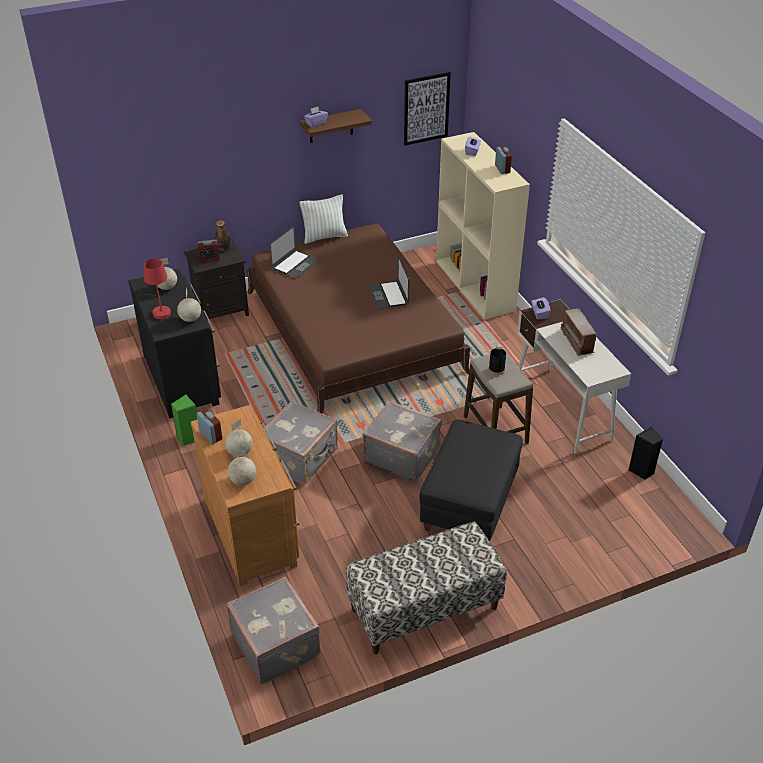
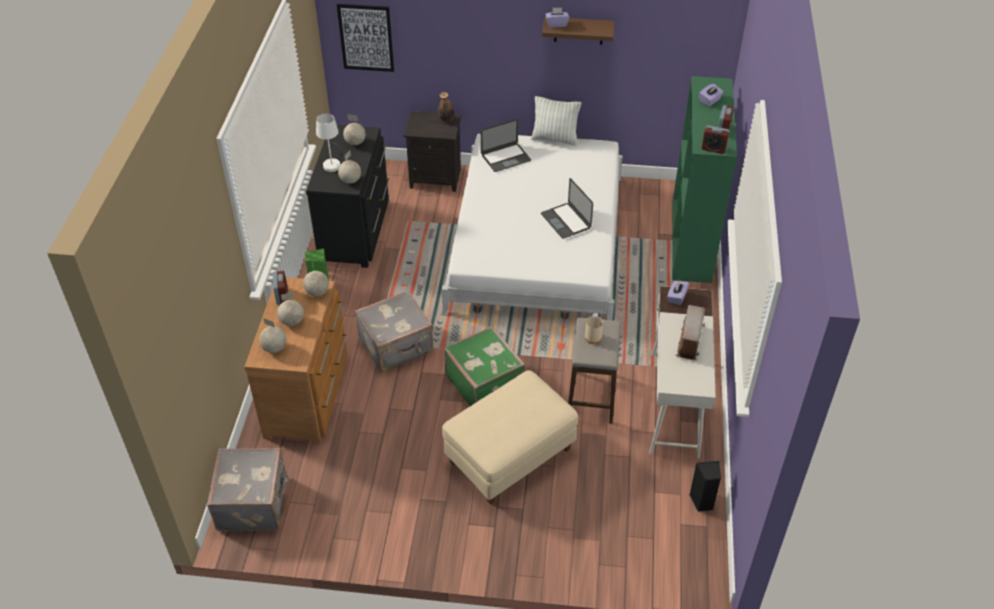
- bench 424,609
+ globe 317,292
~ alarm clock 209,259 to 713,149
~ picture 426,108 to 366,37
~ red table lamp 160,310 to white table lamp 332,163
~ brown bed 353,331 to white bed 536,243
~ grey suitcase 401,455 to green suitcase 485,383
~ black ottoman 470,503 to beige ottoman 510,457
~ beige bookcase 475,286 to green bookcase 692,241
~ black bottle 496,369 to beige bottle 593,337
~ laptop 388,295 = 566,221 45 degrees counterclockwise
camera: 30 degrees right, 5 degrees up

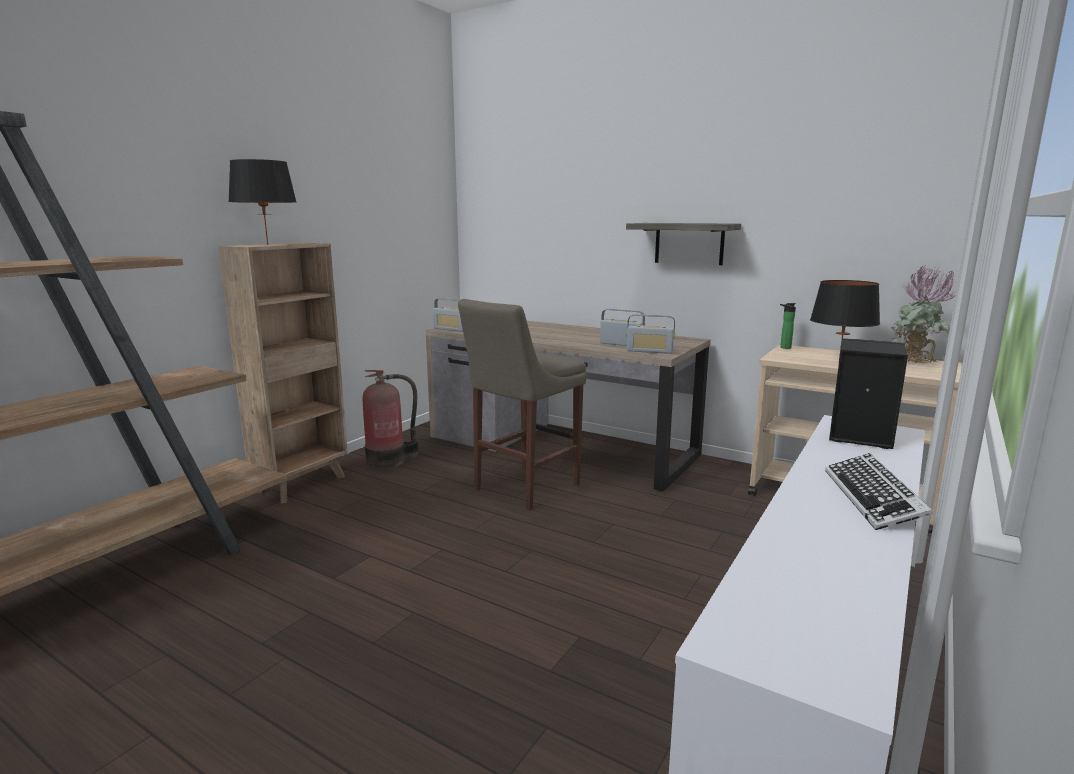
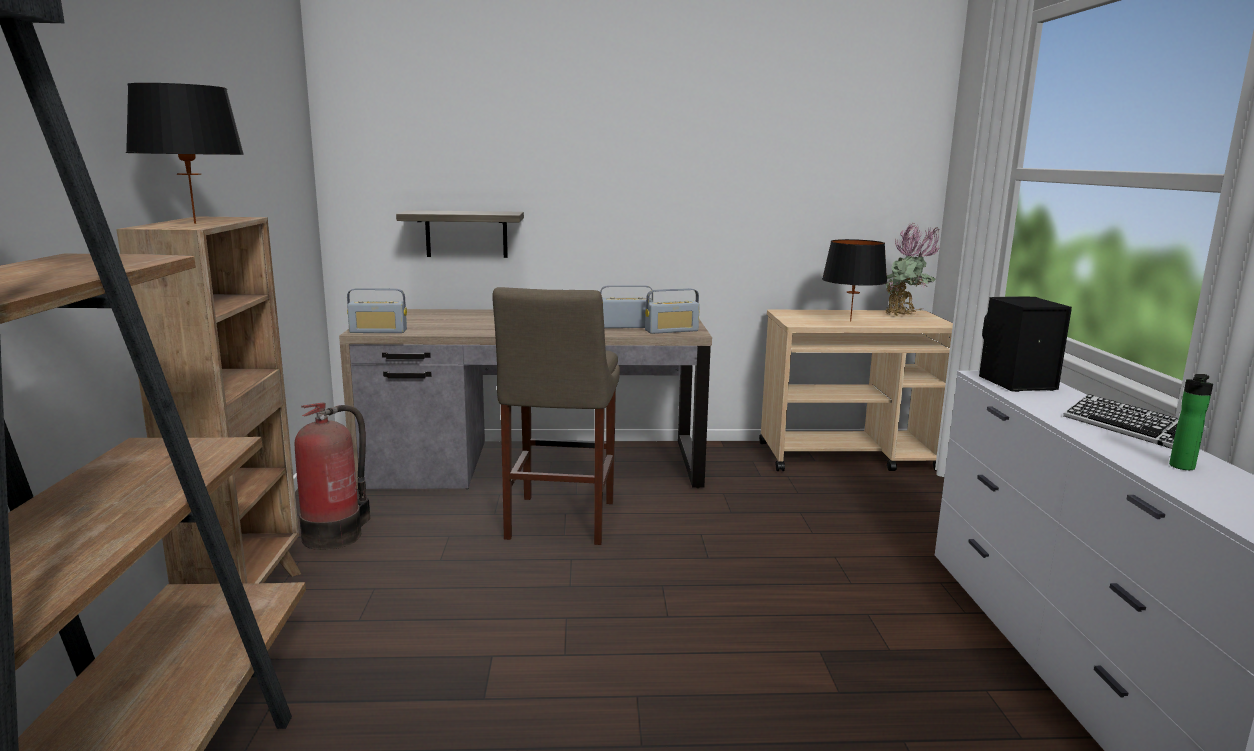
~ shelf 689,243 to 466,234
~ bottle 784,347 to 1180,467
camera: 35 degrees left, 0 degrees up

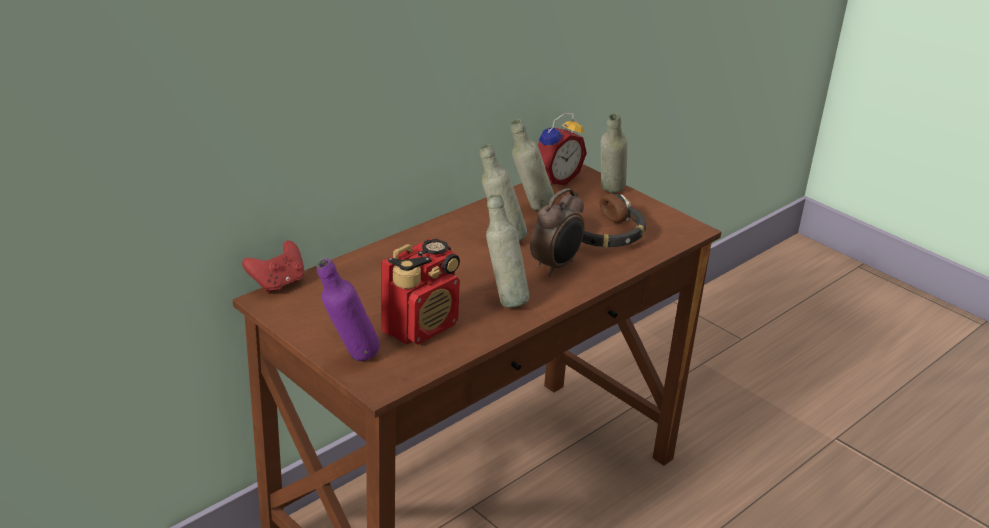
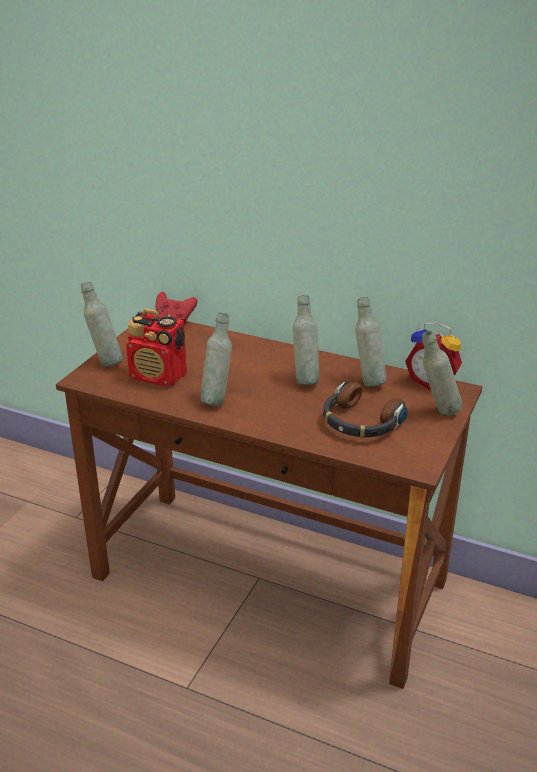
- alarm clock 556,266
~ purple bottle 350,359 to grey bottle 105,362
camera: 70 degrees right, 0 degrees up

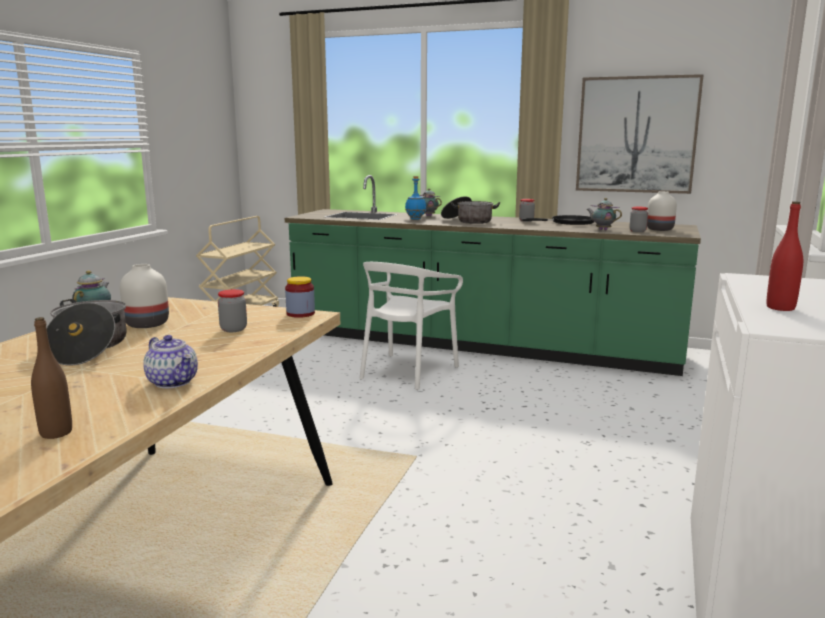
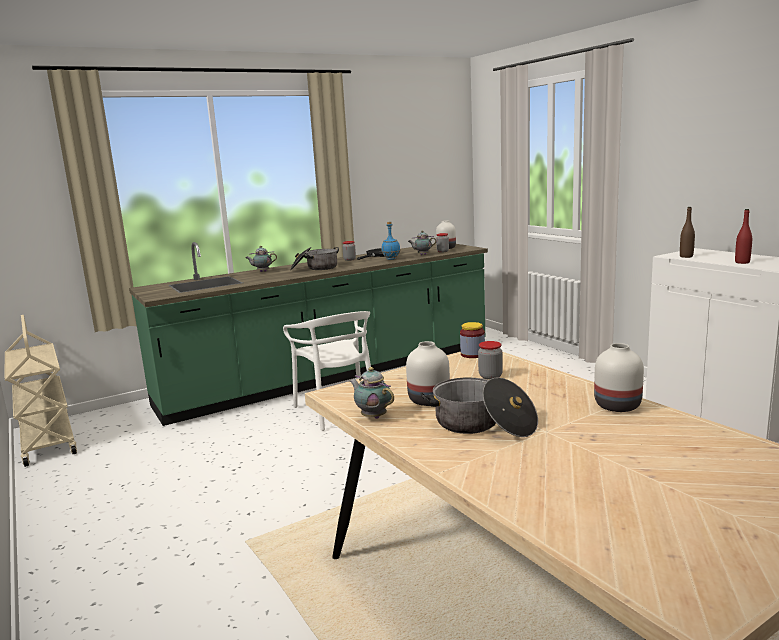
- picture 636,135
~ brown bottle 56,433 to 686,256
~ blue bottle 416,219 to 391,259
~ teapot 173,382 to white vase 616,405
camera: 50 degrees left, 0 degrees up

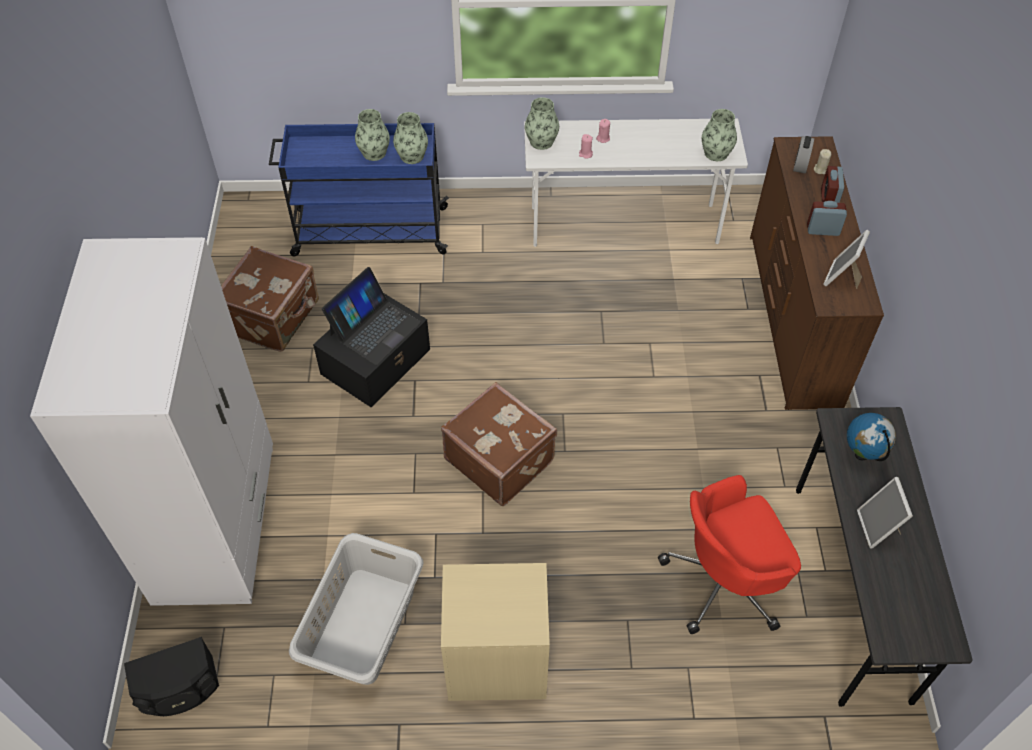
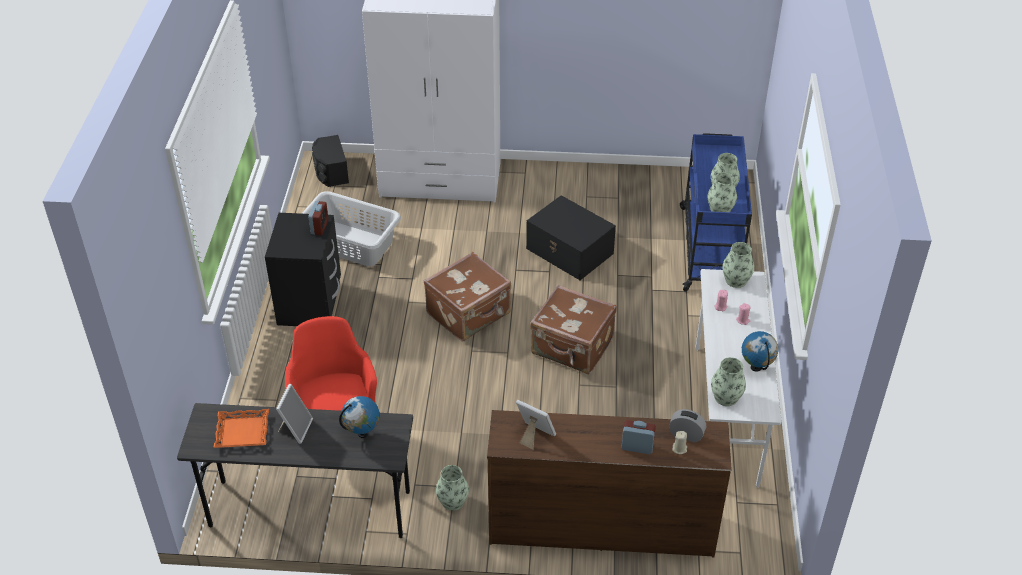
- laptop 374,328
+ orange tray 242,432
+ vase 452,501
+ globe 756,367
~ brown suitcase 274,317 to 572,348
~ alarm clock 823,230 to 319,227
~ beige nightstand 497,660 to black nightstand 310,304
~ picture frame 878,528 = 295,428 105 degrees clockwise
camera: 95 degrees right, 10 degrees down

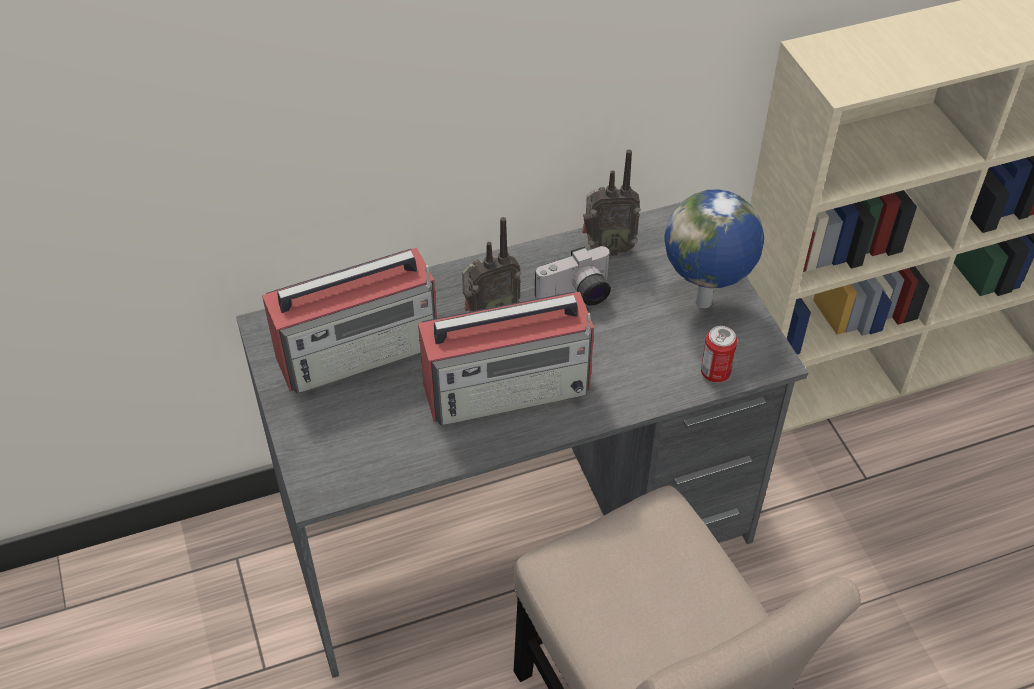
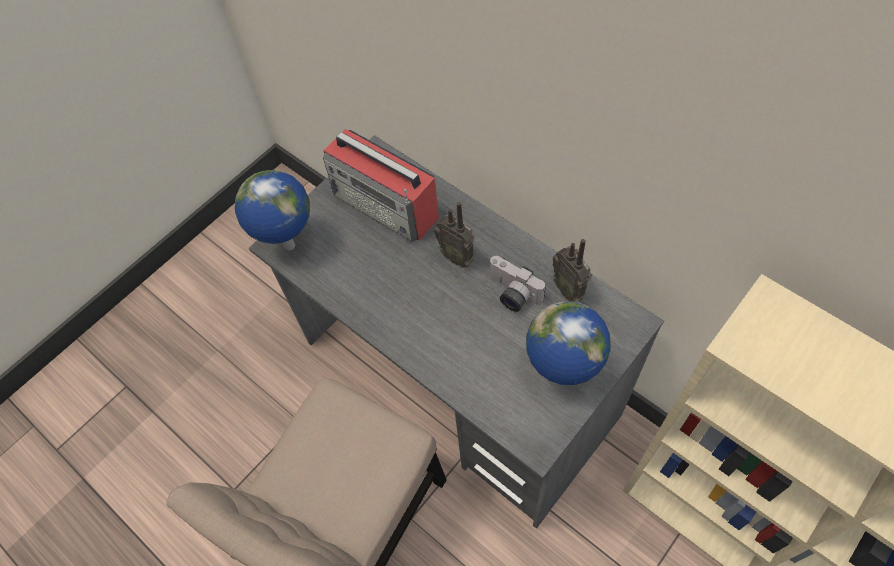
- radio 509,388
- can 715,372
+ globe 289,247
camera: 65 degrees right, 10 degrees up

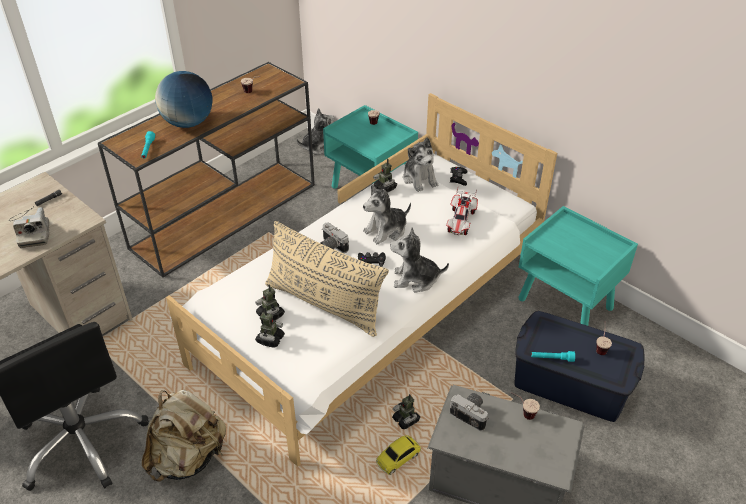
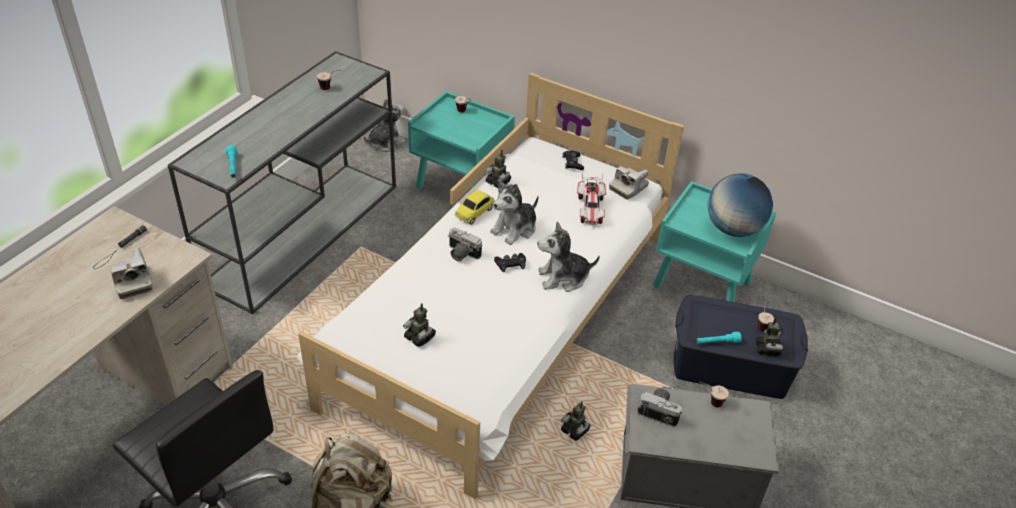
- beige pillow 324,304
- plush toy 419,179
+ photo camera 628,188
~ globe 188,123 to 733,229
~ toy robot 270,339 to 767,349
~ toy car 398,458 to 475,212
~ brown console table 226,214 to grey console table 304,232
camera: 15 degrees left, 0 degrees up

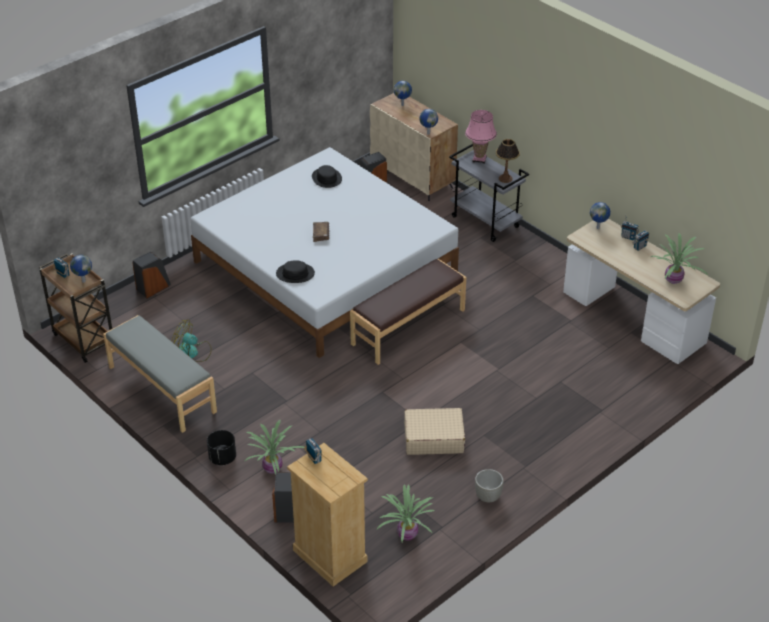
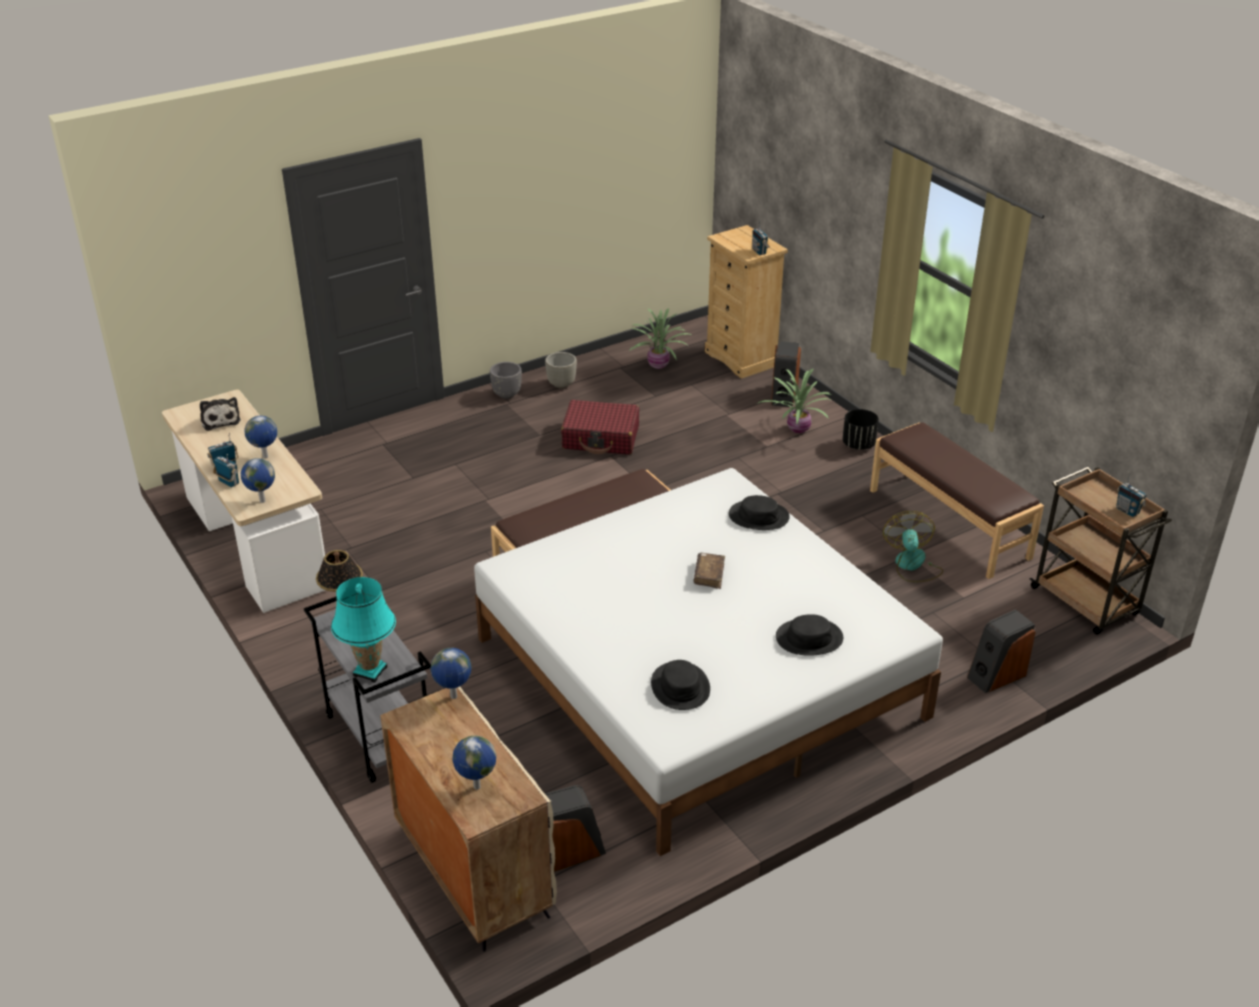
+ grey planter 507,394
+ black hat 809,638
~ globe 83,281 to 265,457
~ potted plant 674,280 to plush toy 220,420
~ grey bench 161,389 to brown bench 949,523
~ beige suitcase 433,438 to red suitcase 601,438
~ pink table lamp 479,159 to turquoise table lamp 370,671
~ fan 193,352 = 912,565 120 degrees counterclockwise
camera: 170 degrees left, 5 degrees down

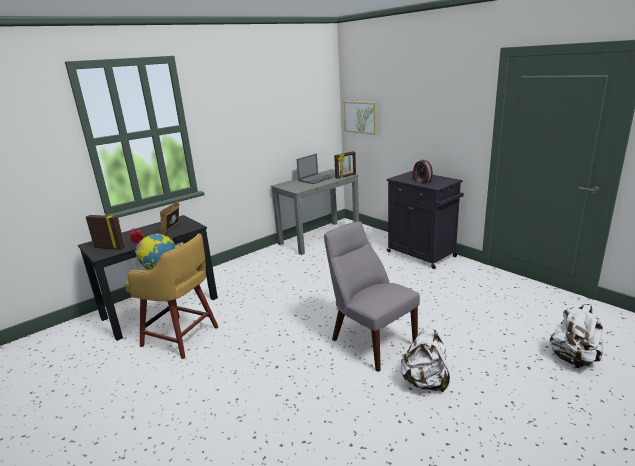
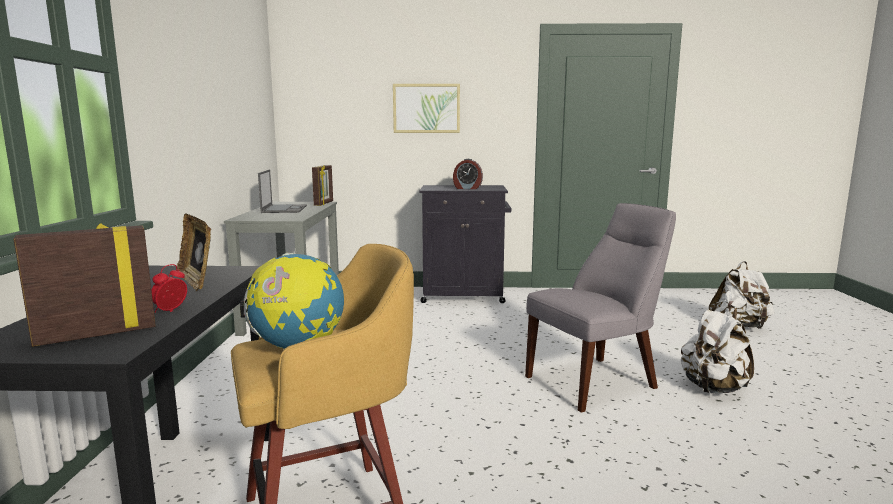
~ picture 360,117 to 426,108
~ grey chair 370,341 = 595,381 150 degrees clockwise
camera: 50 degrees left, 10 degrees down

